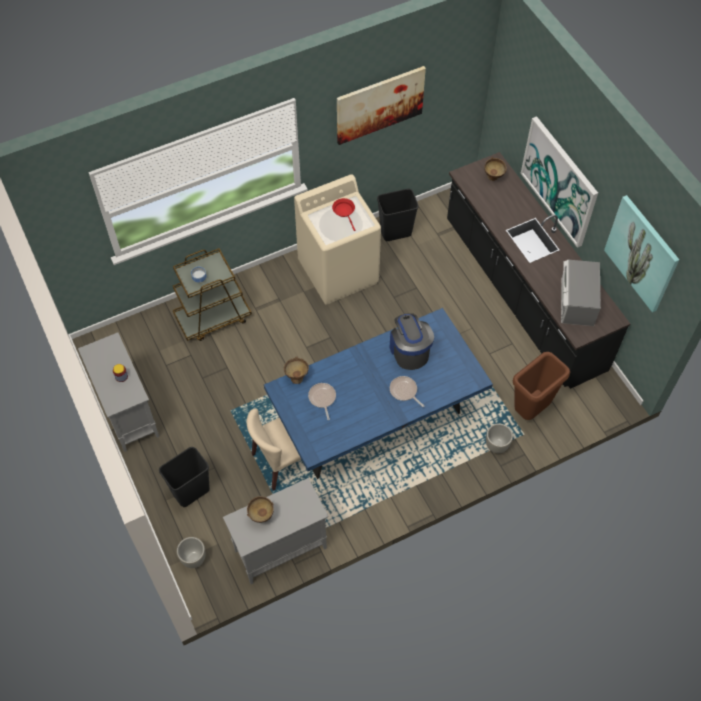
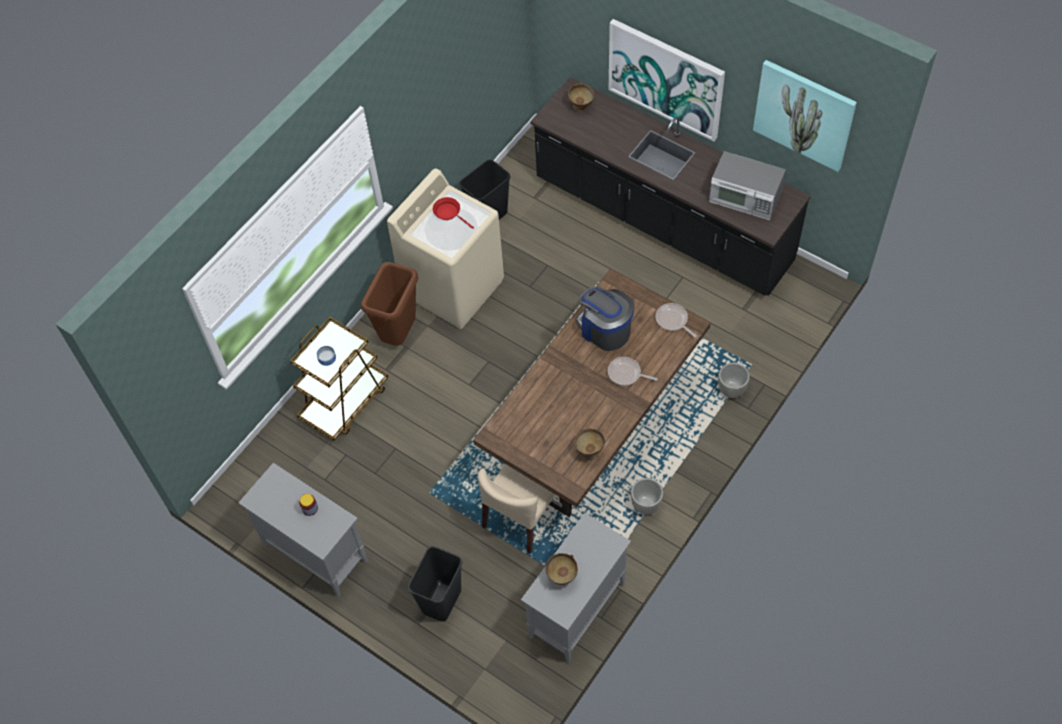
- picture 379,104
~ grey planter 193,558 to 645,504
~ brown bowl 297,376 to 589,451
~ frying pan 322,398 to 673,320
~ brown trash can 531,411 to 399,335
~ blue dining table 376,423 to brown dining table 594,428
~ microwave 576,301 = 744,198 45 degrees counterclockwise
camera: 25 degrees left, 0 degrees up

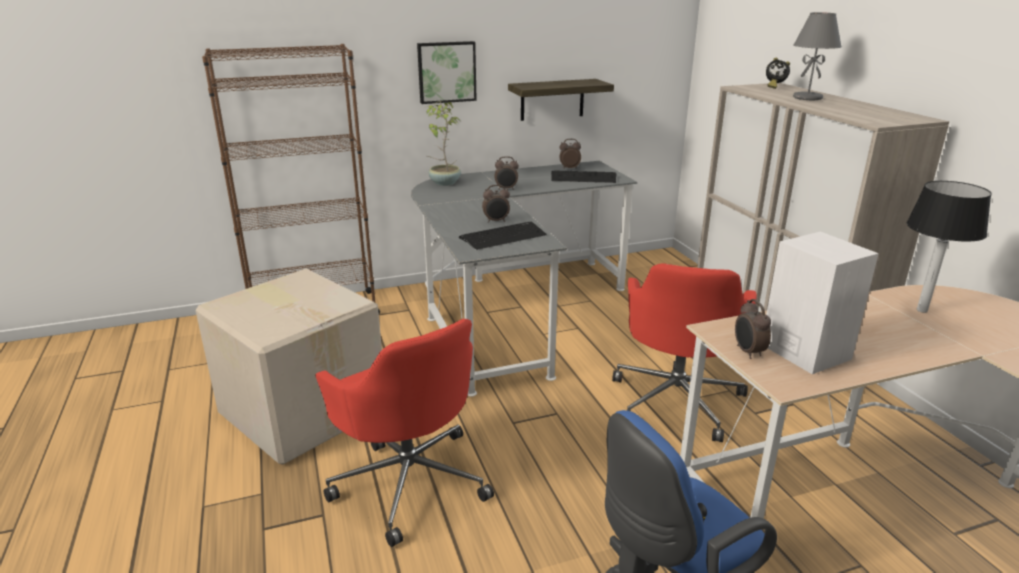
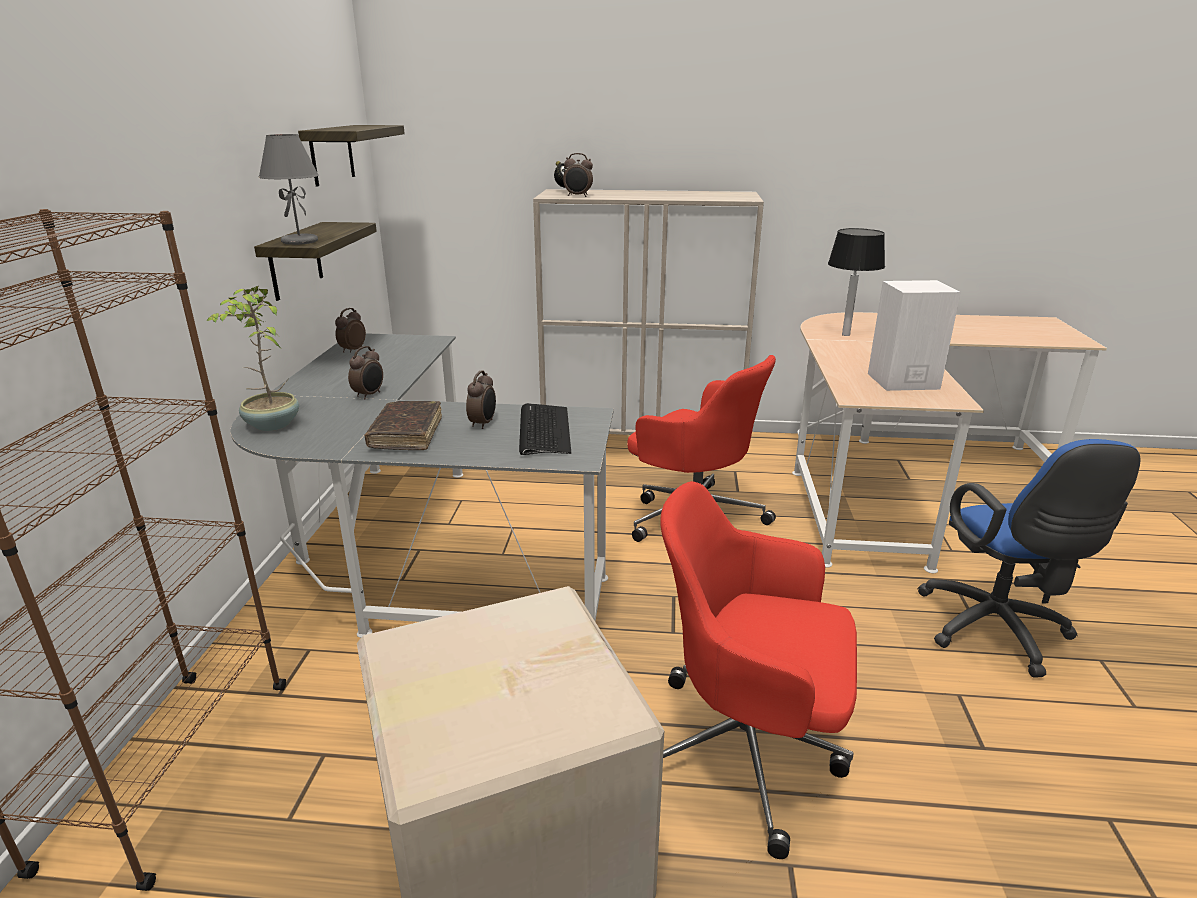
- picture 446,72
- keyboard 583,178
+ shelf 332,154
+ brown book 406,434
~ alarm clock 748,352 to 578,196
~ grey table lamp 808,98 to 300,241
~ red office chair 410,480 = 746,751 150 degrees counterclockwise
camera: 65 degrees left, 0 degrees up

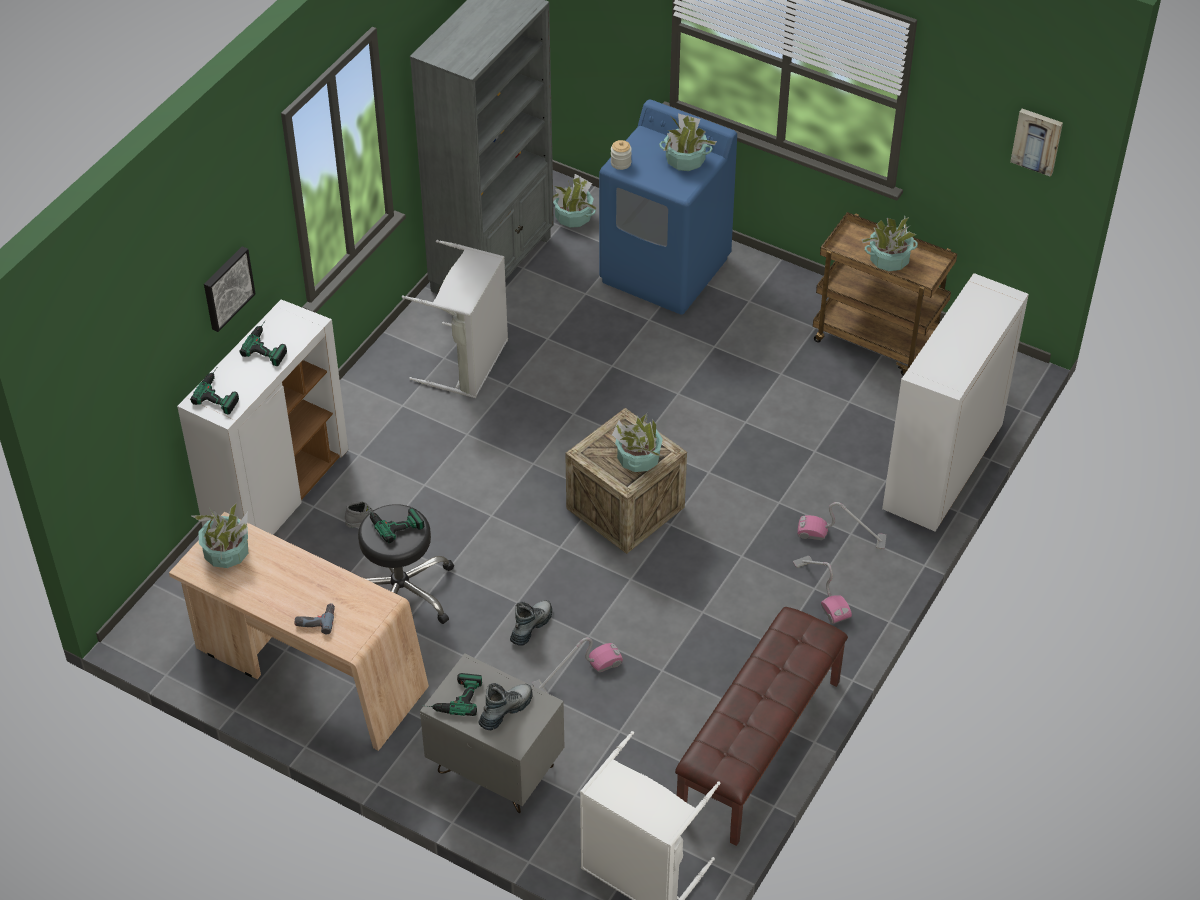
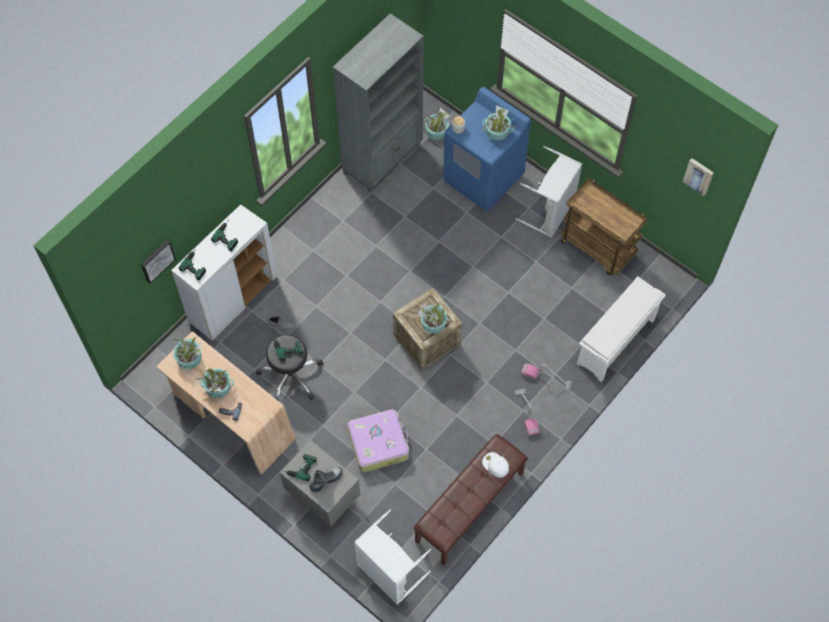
- boot 531,626
+ white cap 495,465
~ picture 227,287 to 157,260
~ grey laundry basket 469,363 to 551,213
~ potted plant 889,259 to 218,387
~ vacuum cleaner 577,673 to suitcase 379,443
~ white cabinet 943,469 to white shoe rack 615,343
camera: 10 degrees right, 15 degrees up

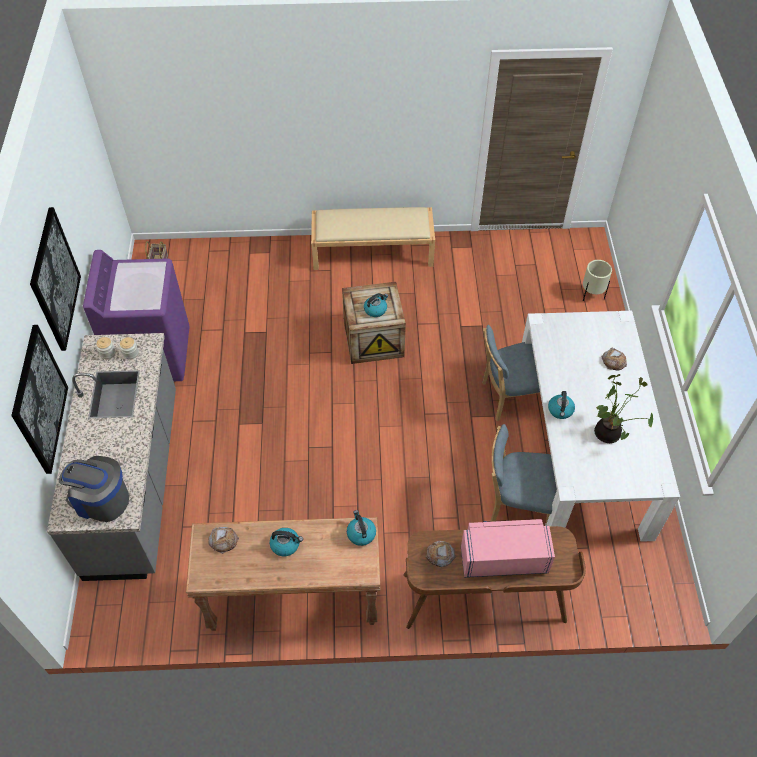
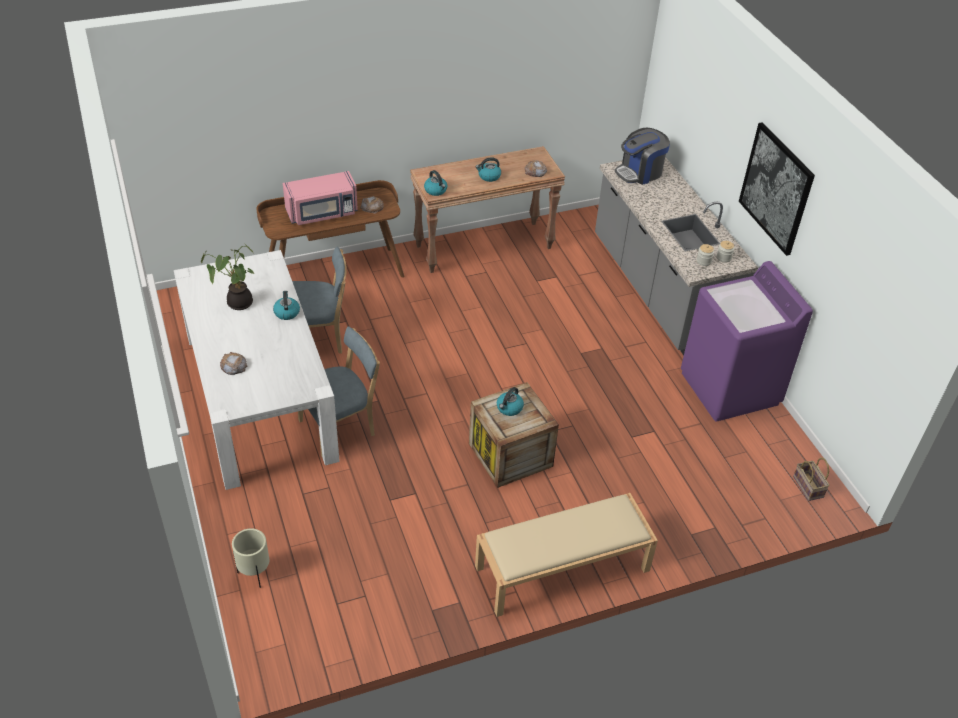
- picture 39,400
~ coffee machine 101,500 = 640,172 150 degrees clockwise
camera: 160 degrees right, 10 degrees down

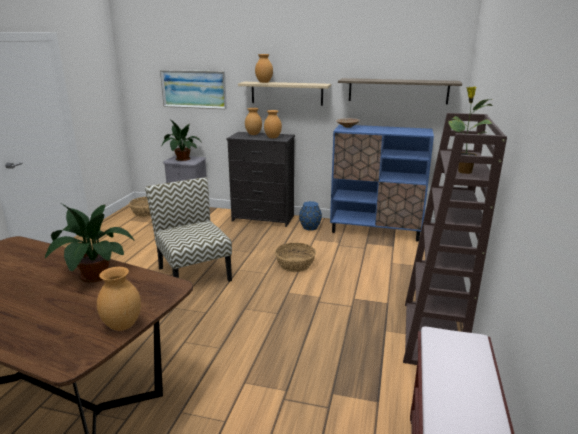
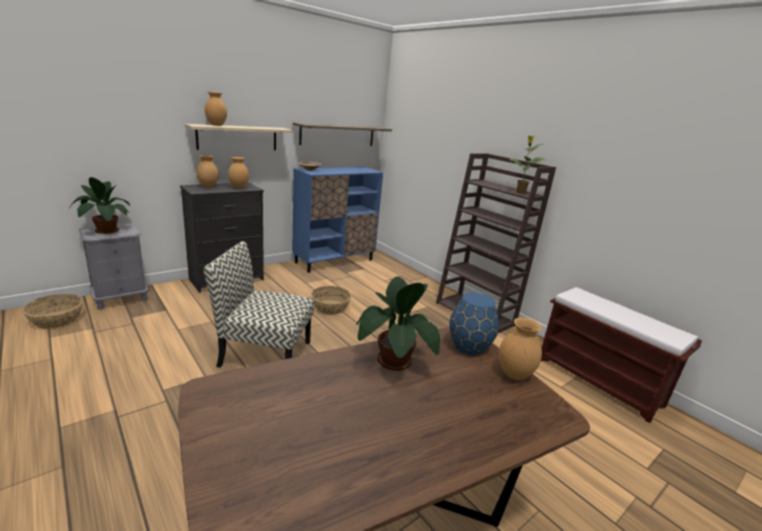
- picture 194,89
~ blue vase 310,227 to 469,347
camera: 55 degrees left, 0 degrees up

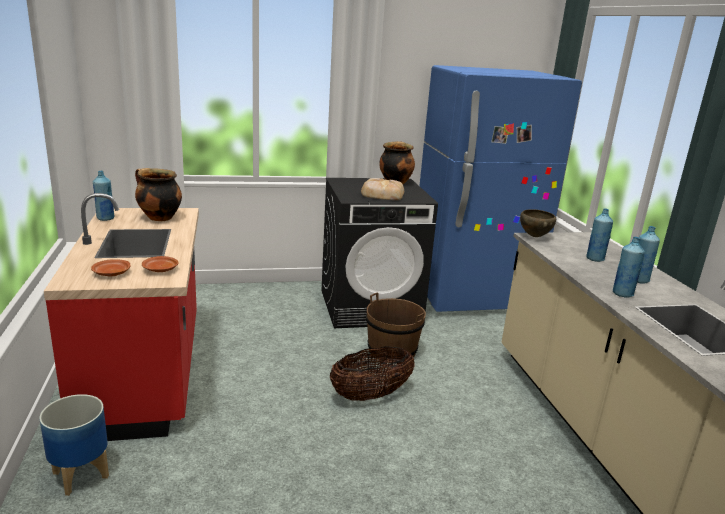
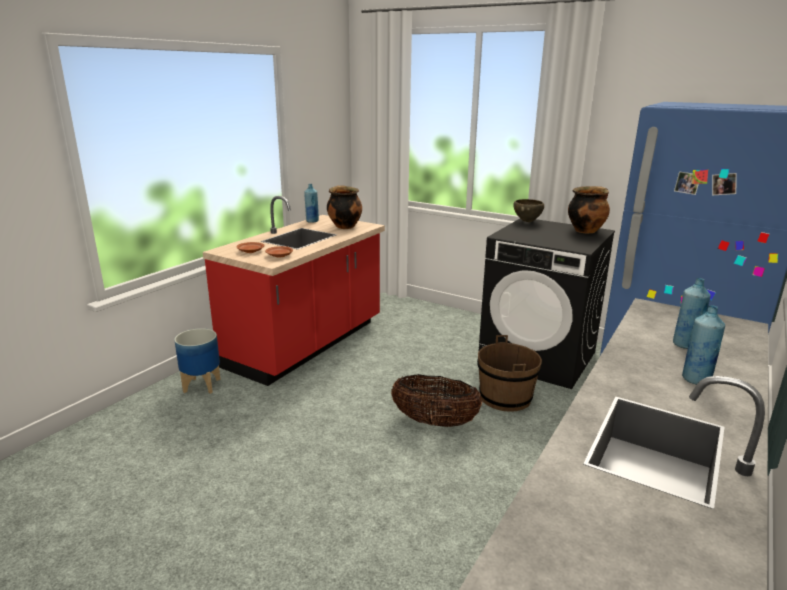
- bread 382,194
- blue bottle 622,294
~ brown bowl 534,236 to 527,221
camera: 45 degrees right, 0 degrees up

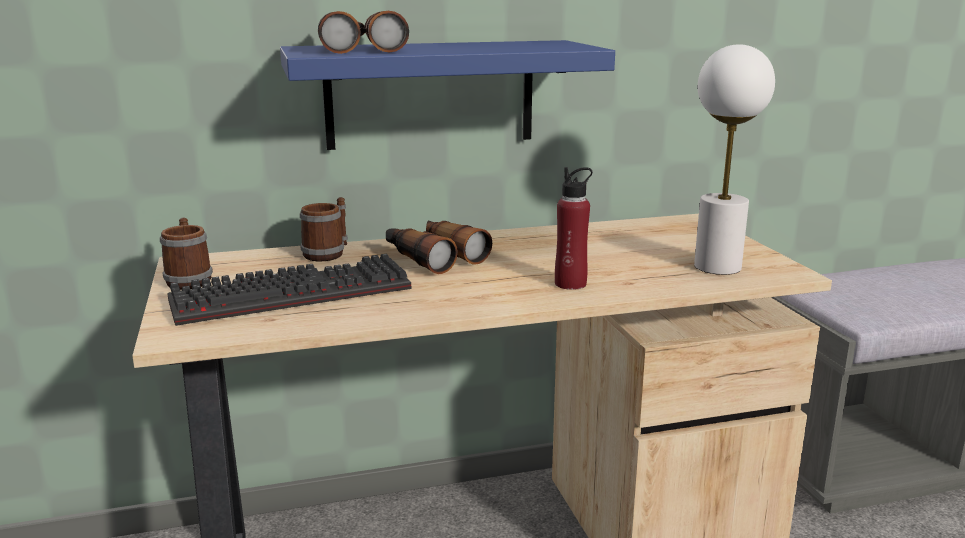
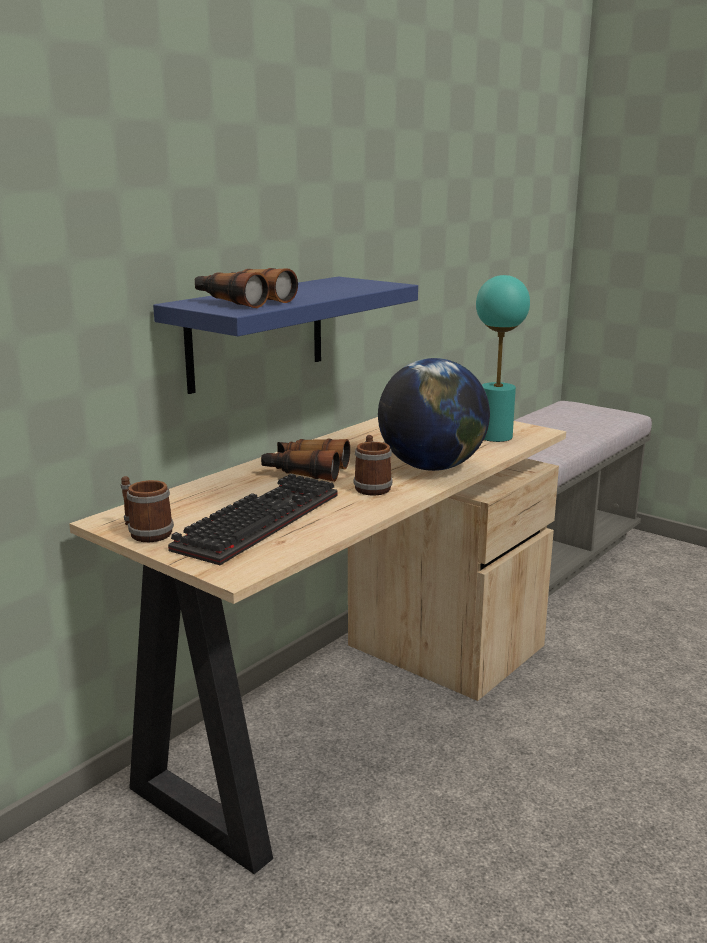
~ mug 328,253 to 371,486
~ red bottle 570,284 to globe 432,467
~ white table lamp 716,267 to turquoise table lamp 494,437
camera: 35 degrees left, 0 degrees up

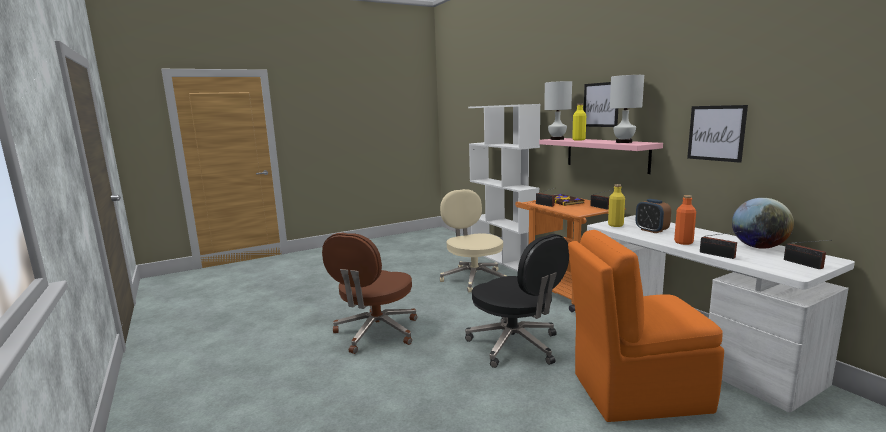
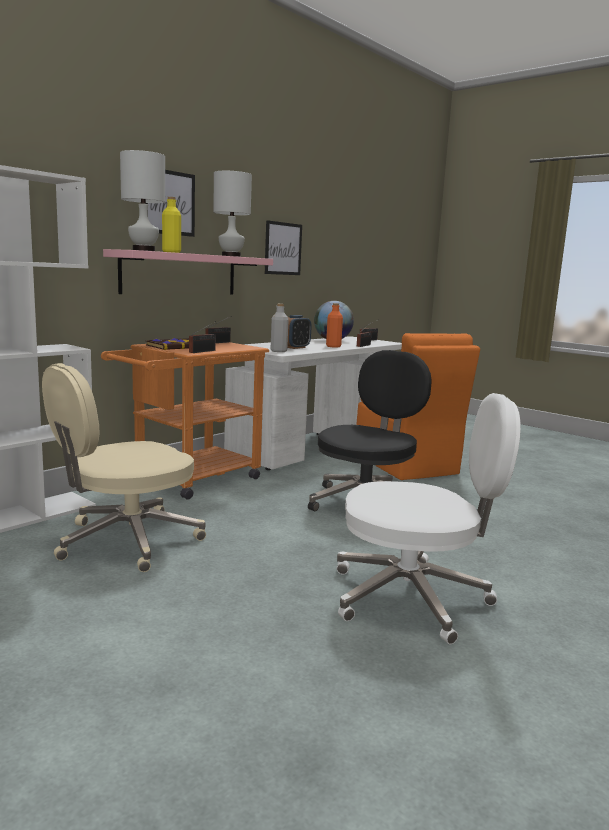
~ brown office chair 376,333 to white office chair 413,597
~ yellow bottle 615,225 to grey bottle 278,351
camera: 110 degrees left, 0 degrees up

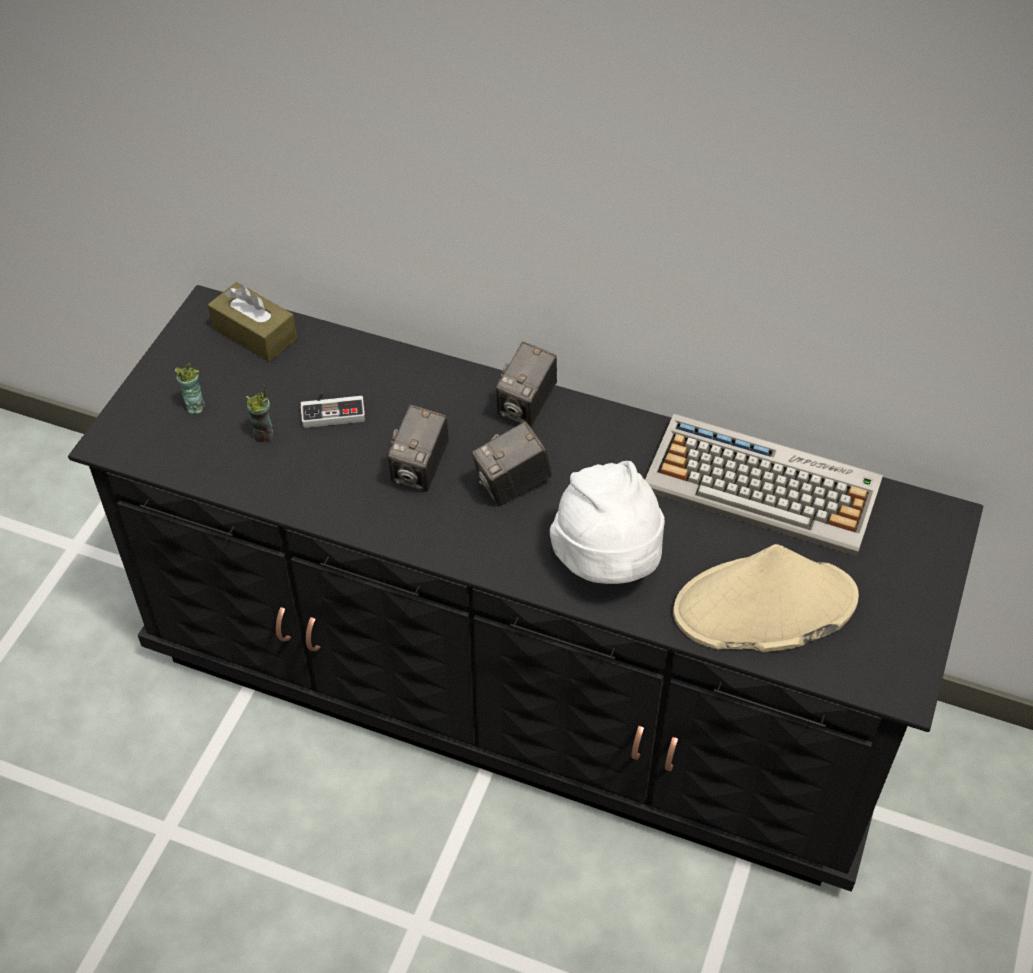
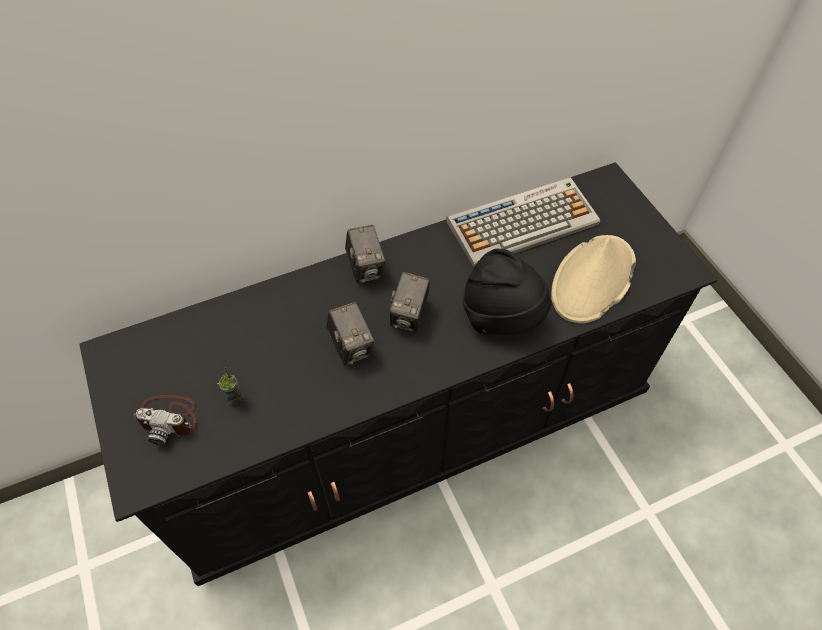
- brown tissue box 255,333
- game controller 333,410
~ cup 195,406 to photo camera 169,418
~ white hat 608,561 to black hat 501,316
camera: 45 degrees left, 5 degrees up

